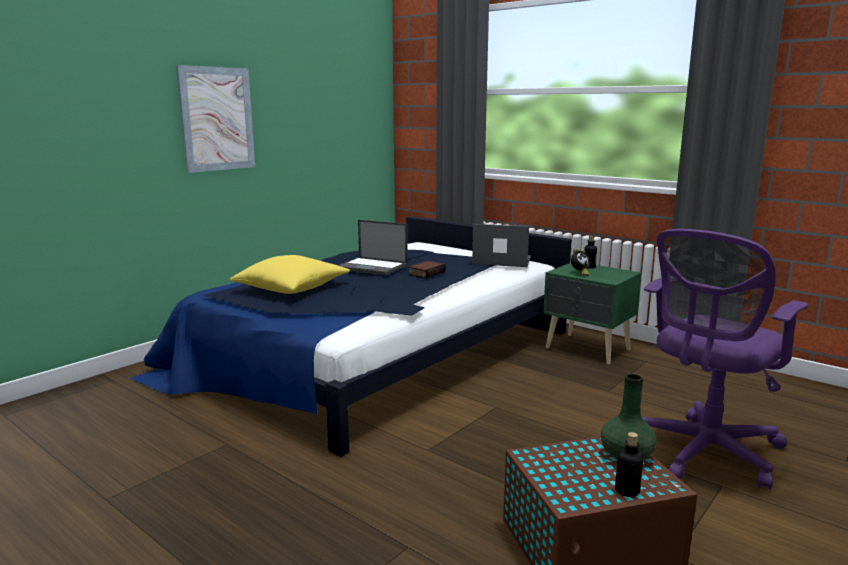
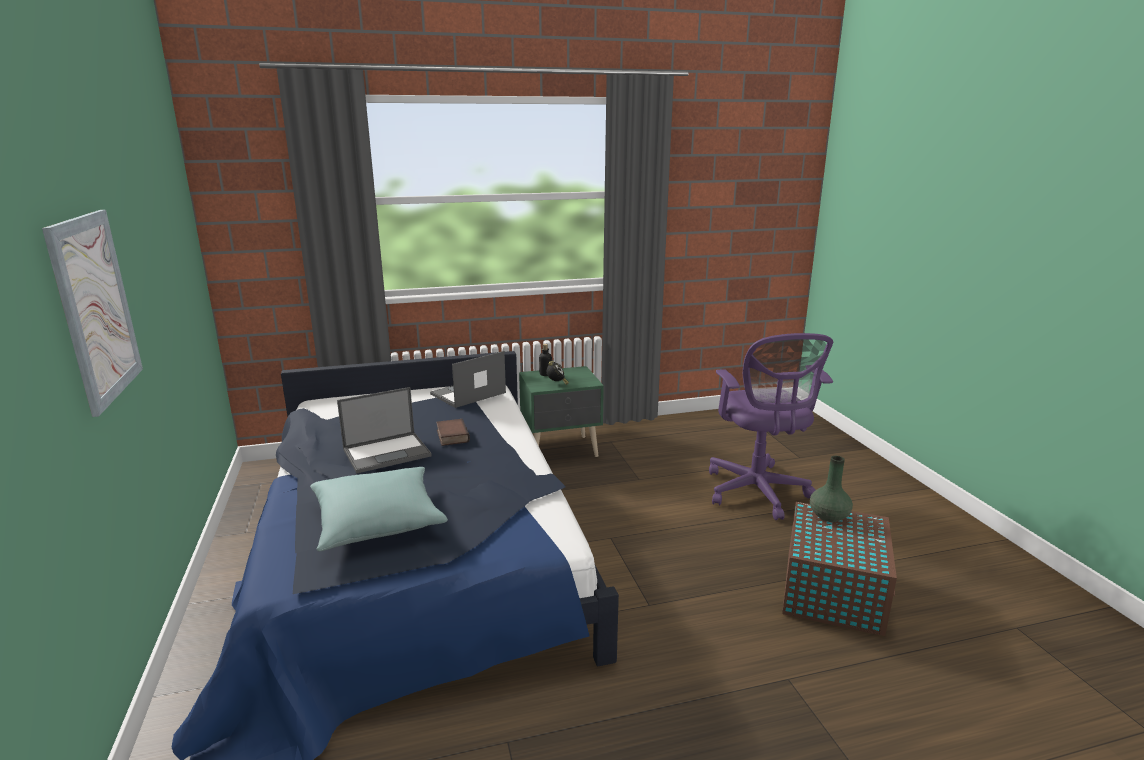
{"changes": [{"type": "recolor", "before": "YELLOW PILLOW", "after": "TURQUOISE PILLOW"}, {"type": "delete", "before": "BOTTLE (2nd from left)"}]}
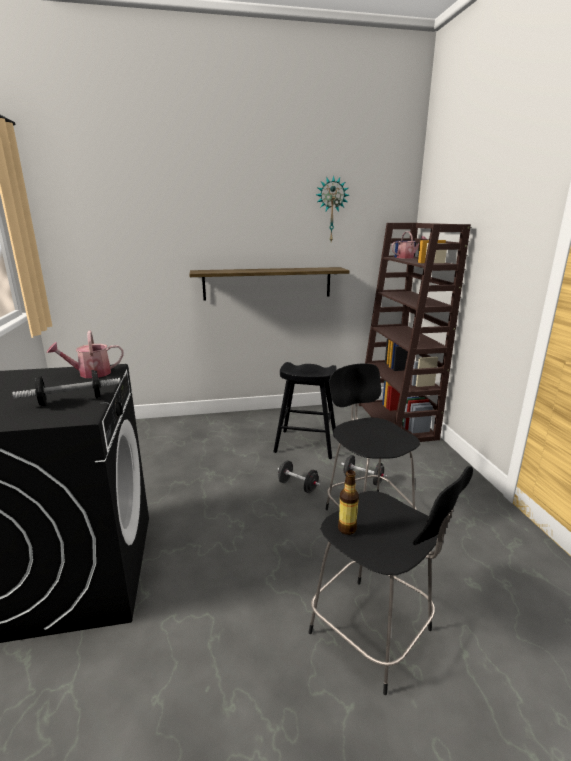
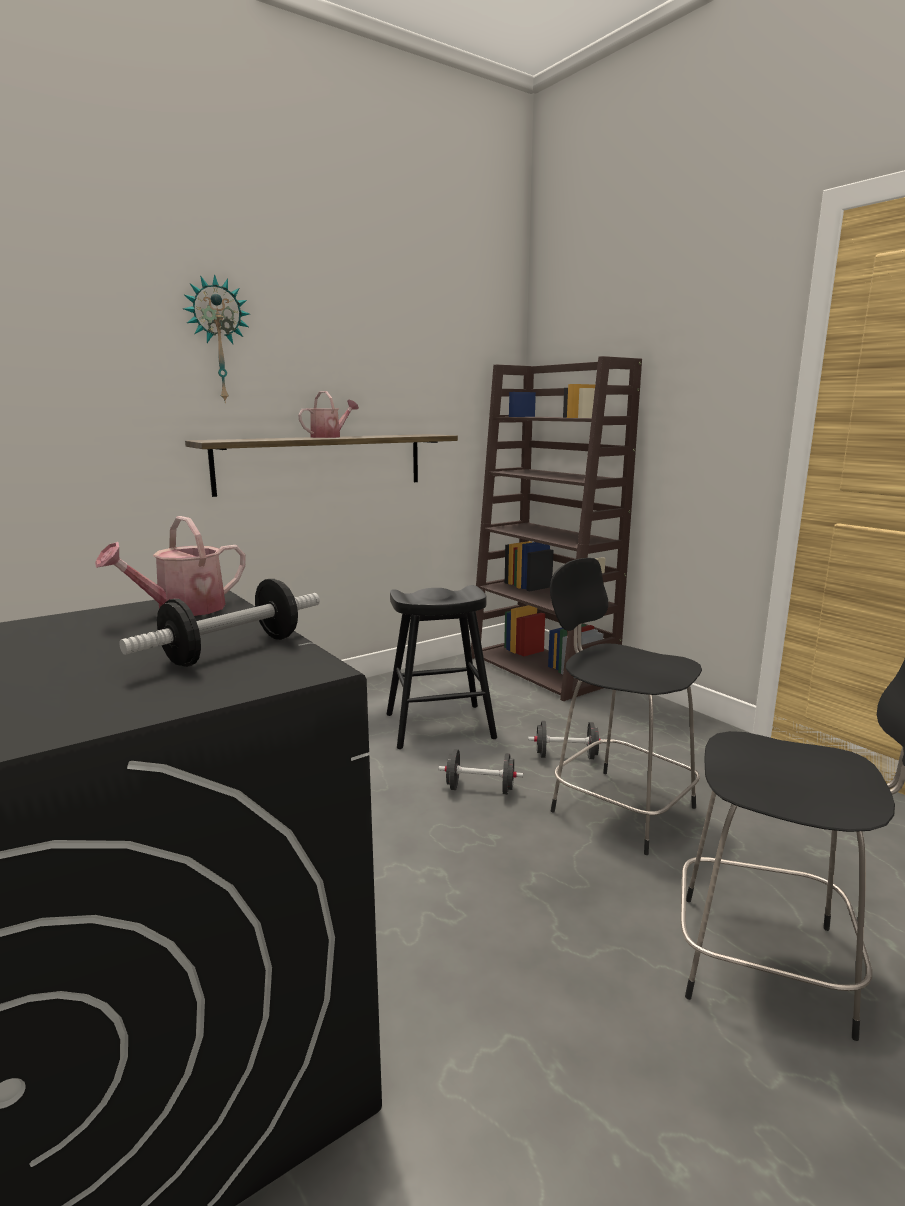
{"changes": [{"type": "move", "before": "WALL CLOCK"}, {"type": "move", "before": "WATERING CAN (2nd from left)"}, {"type": "delete", "before": "BOTTLE"}]}
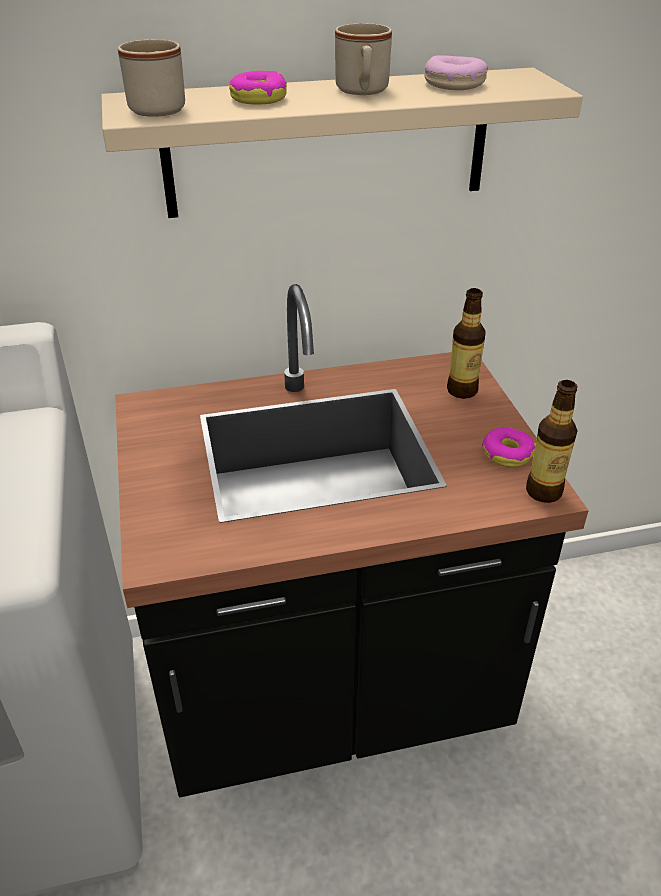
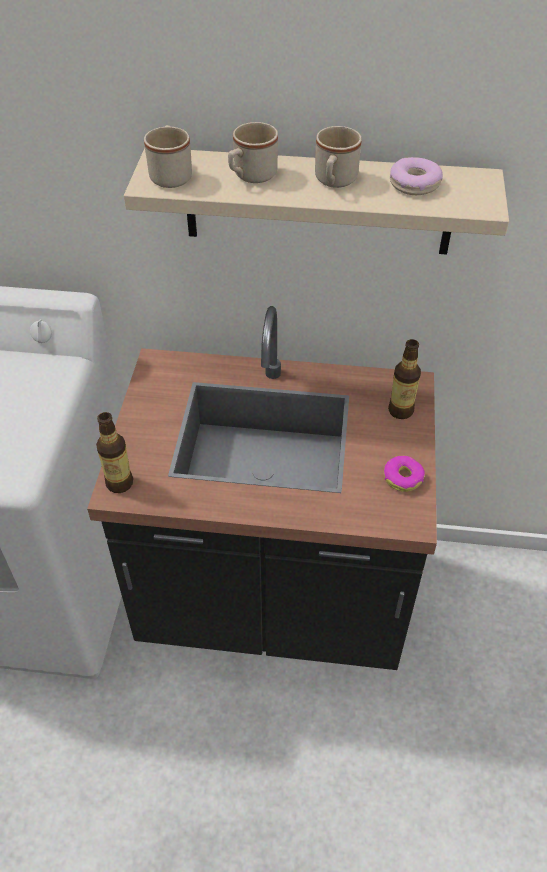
{"changes": [{"type": "move", "before": "BOTTLE (2nd from left in the first image)", "after": "BOTTLE (1st from left)"}, {"type": "replace", "before": "DONUT (1st from left)", "after": "BEIGE MUG (2nd from left)"}]}
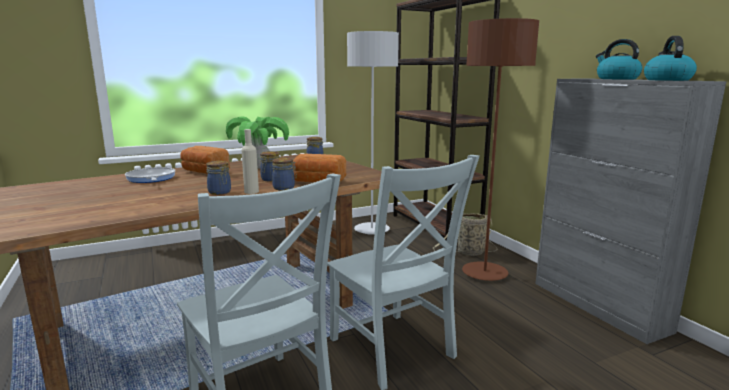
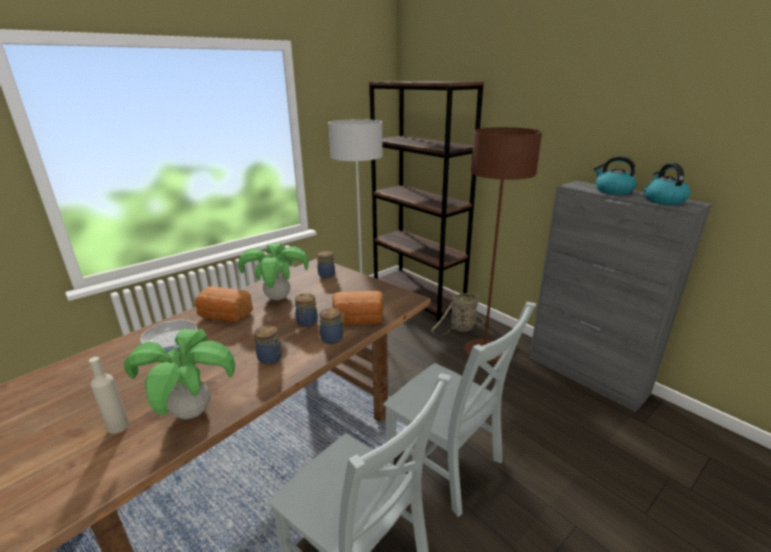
{"changes": [{"type": "move", "before": "BEIGE BOTTLE"}, {"type": "insert", "after": "POTTED PLANT (1st from left)"}]}
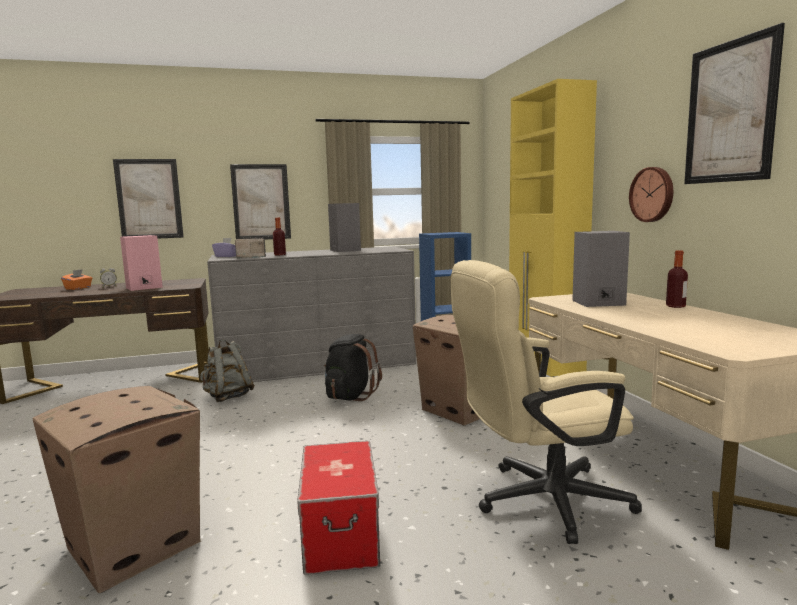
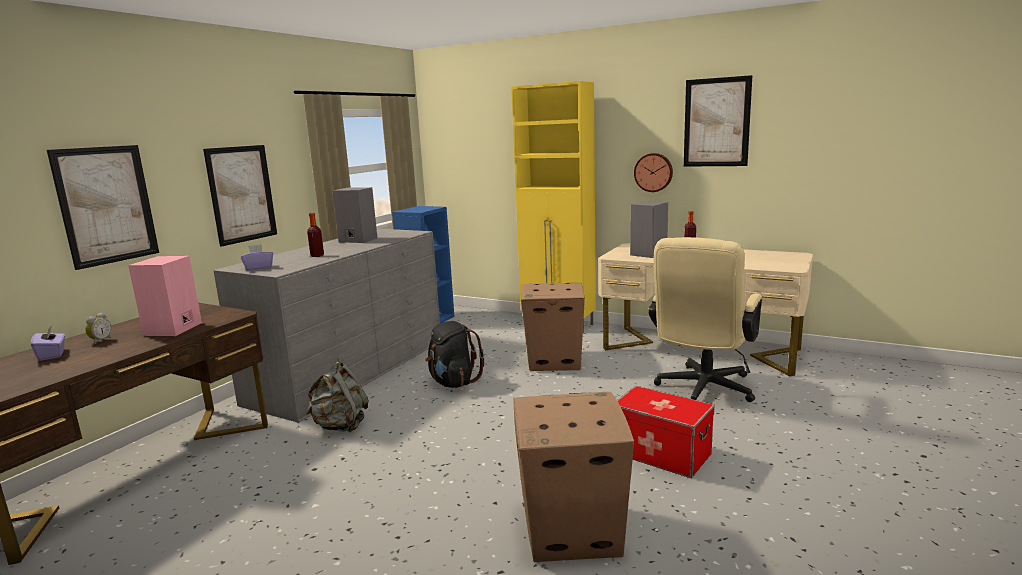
{"changes": [{"type": "recolor", "before": "ORANGE TISSUE BOX", "after": "PURPLE TISSUE BOX (1st from left)"}, {"type": "delete", "before": "RADIO"}]}
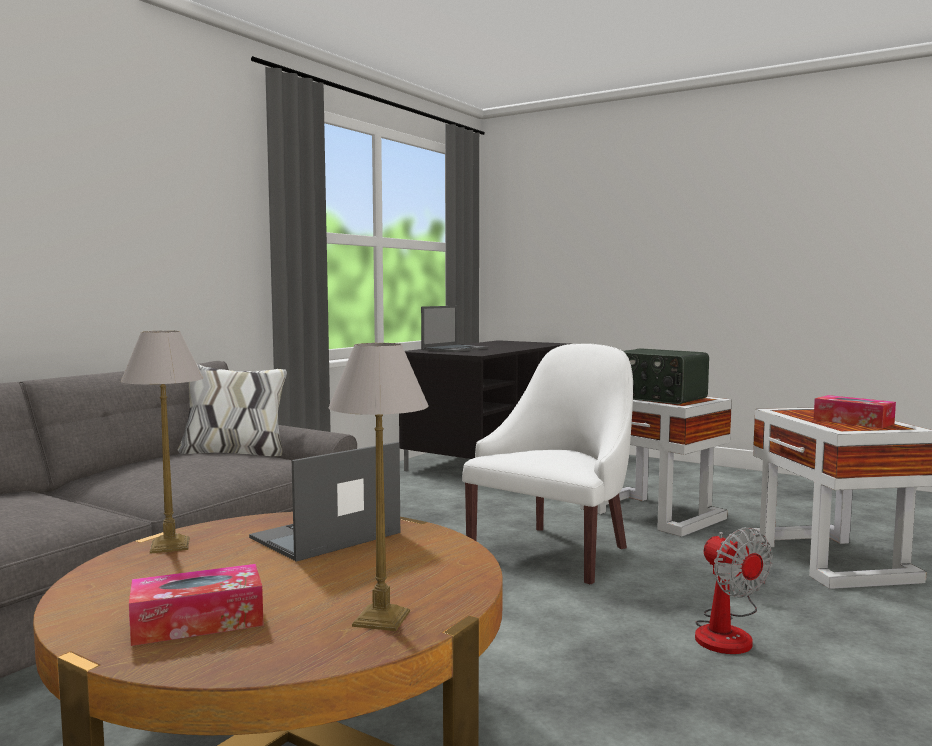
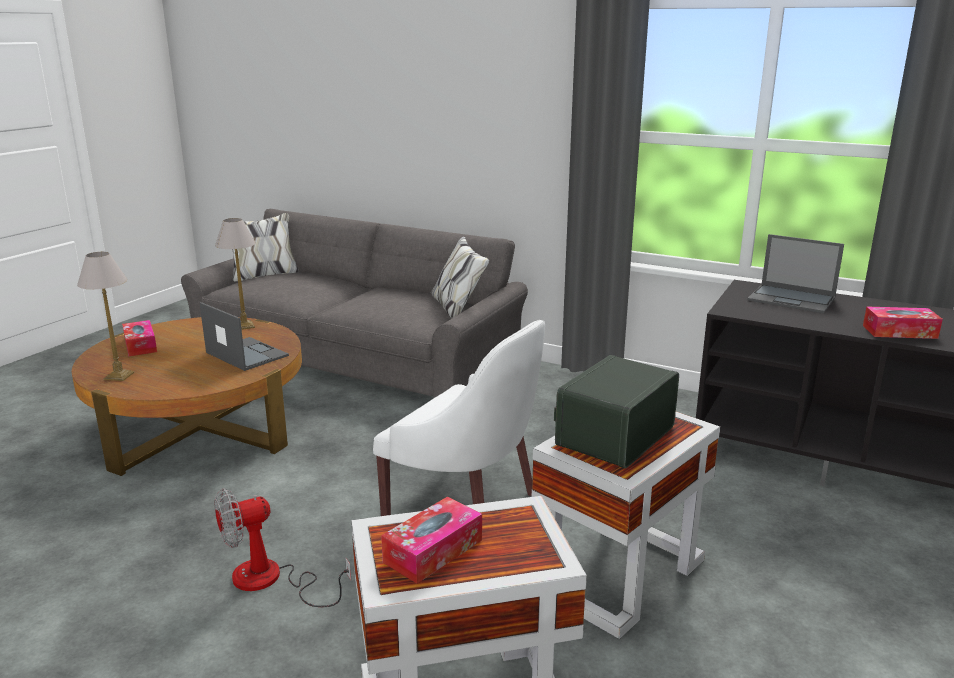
{"changes": [{"type": "insert", "after": "TISSUE BOX (3rd from left)"}]}
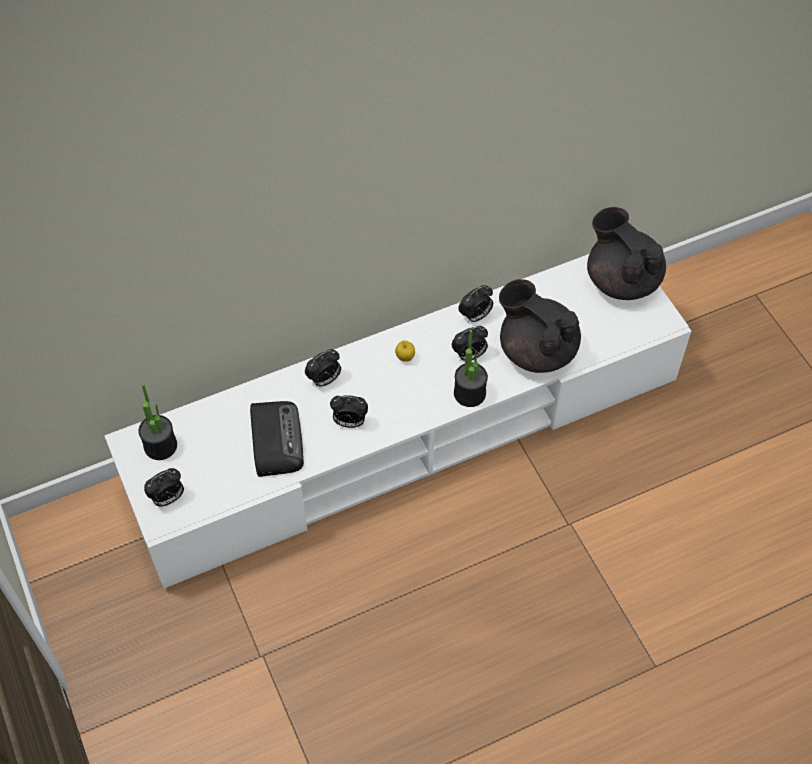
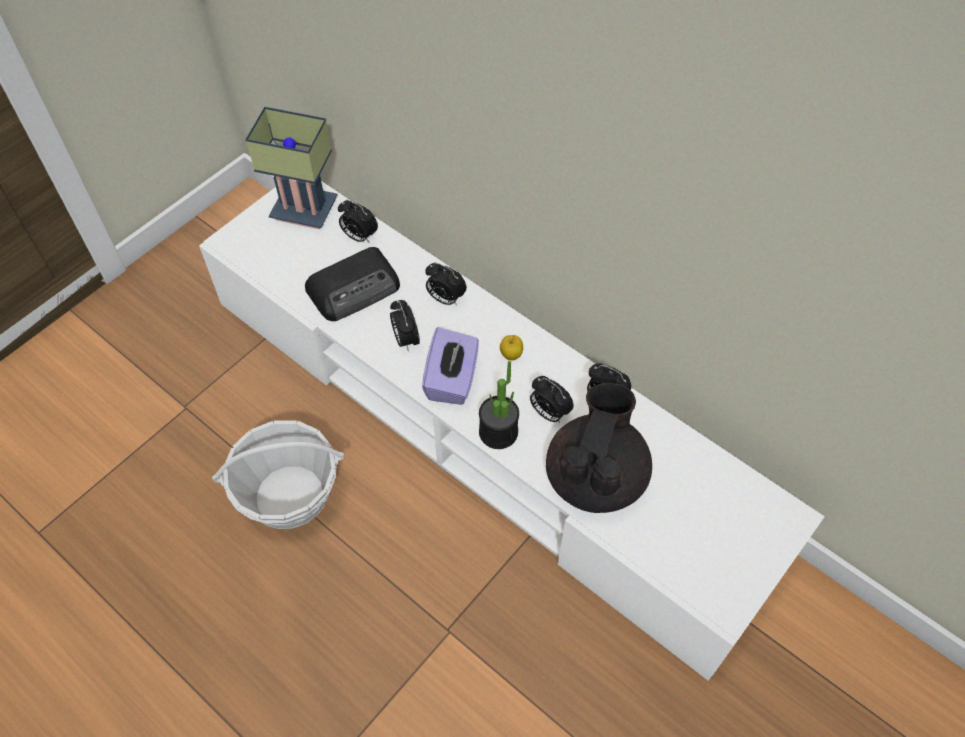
{"changes": [{"type": "insert", "after": "BASKET"}, {"type": "replace", "before": "POTTED PLANT (1st from left)", "after": "TABLE LAMP"}, {"type": "move", "before": "ALARM CLOCK (1st from left)"}, {"type": "insert", "after": "PURPLE TISSUE BOX"}, {"type": "delete", "before": "BLACK TEAPOT (2nd from left)"}]}
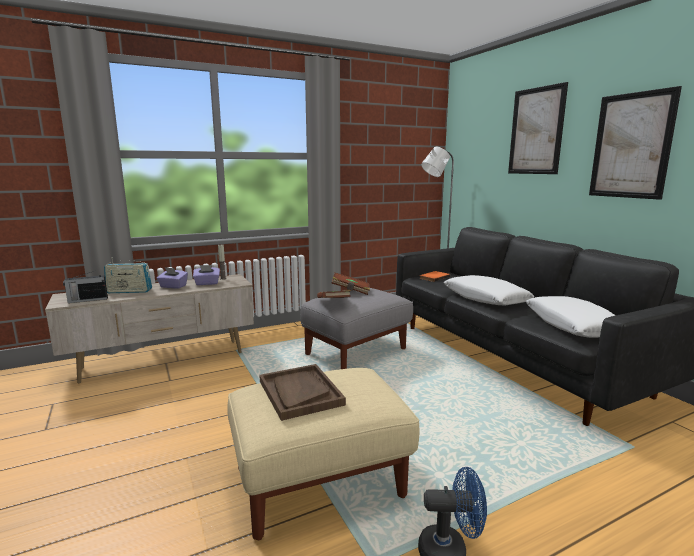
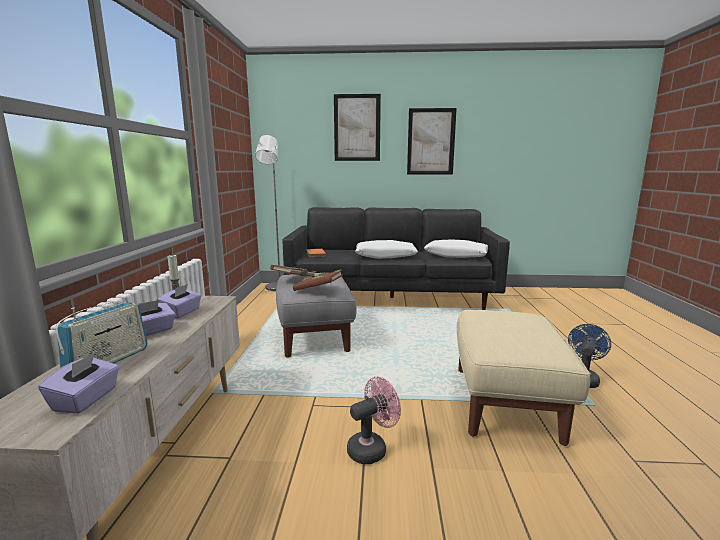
{"changes": [{"type": "replace", "before": "RADIO (1st from left)", "after": "PURPLE TISSUE BOX (1st from left)"}, {"type": "insert", "after": "PINK FAN"}, {"type": "delete", "before": "BROWN TRAY"}]}
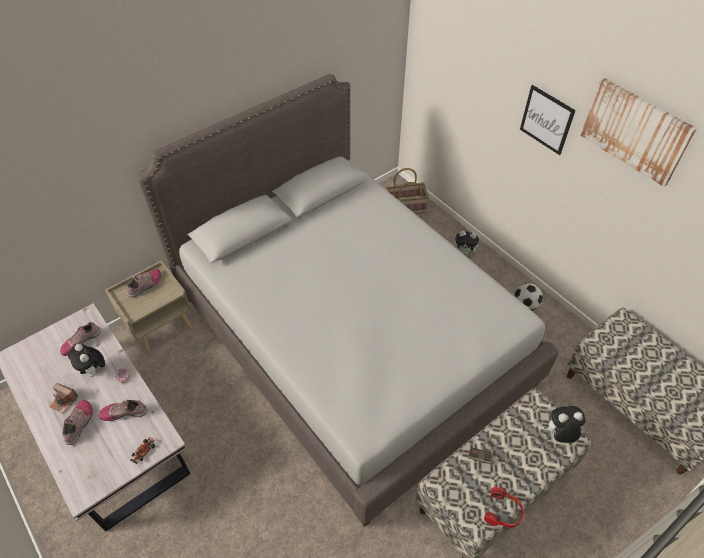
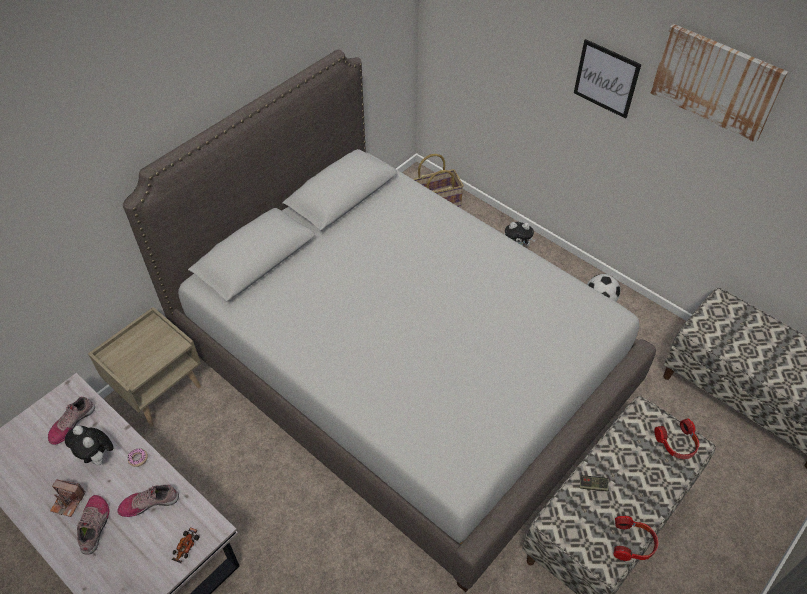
{"changes": [{"type": "replace", "before": "PLUSH TOY (3rd from left)", "after": "HEADPHONES (2nd from left)"}, {"type": "delete", "before": "SHOE (4th from left)"}]}
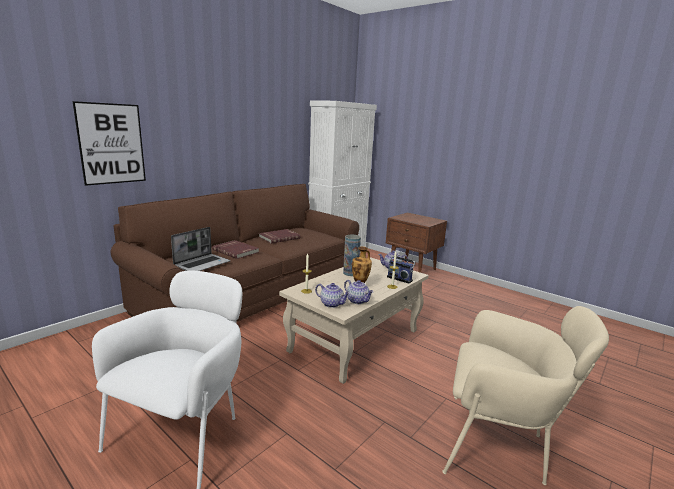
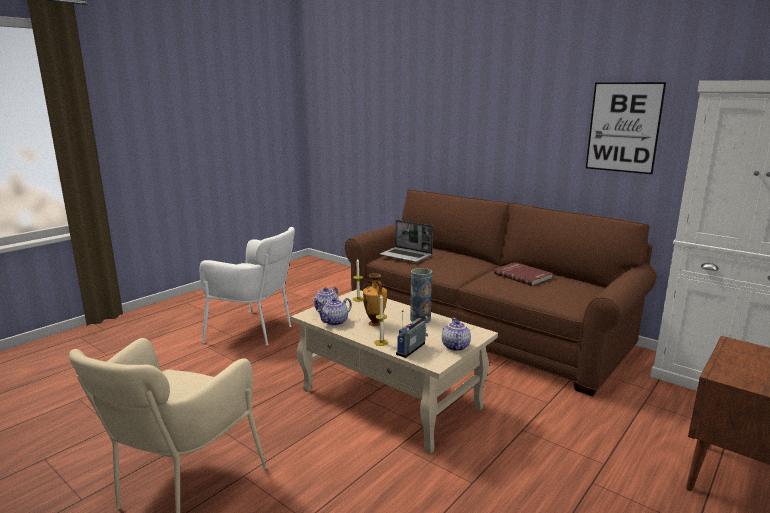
{"changes": [{"type": "move", "before": "PICTURE"}, {"type": "delete", "before": "RED BOOK (1st from left)"}]}
